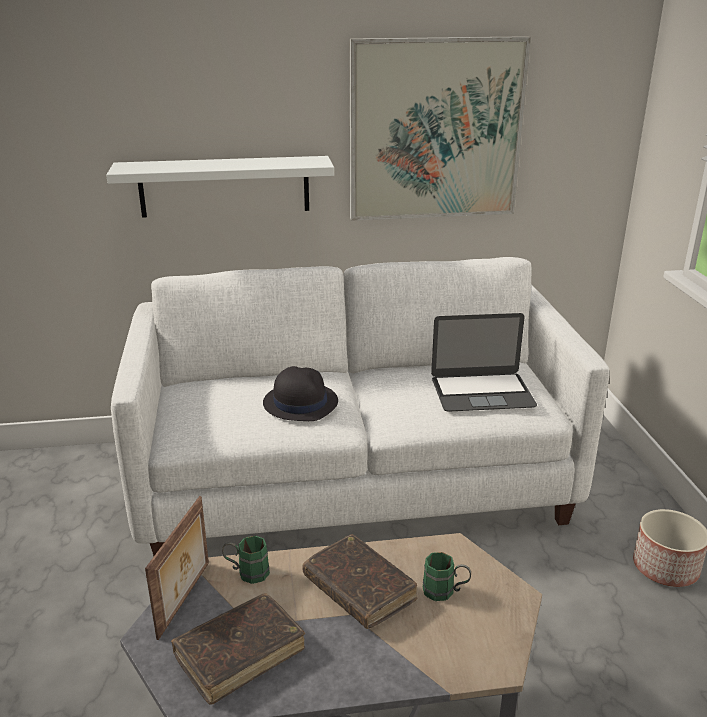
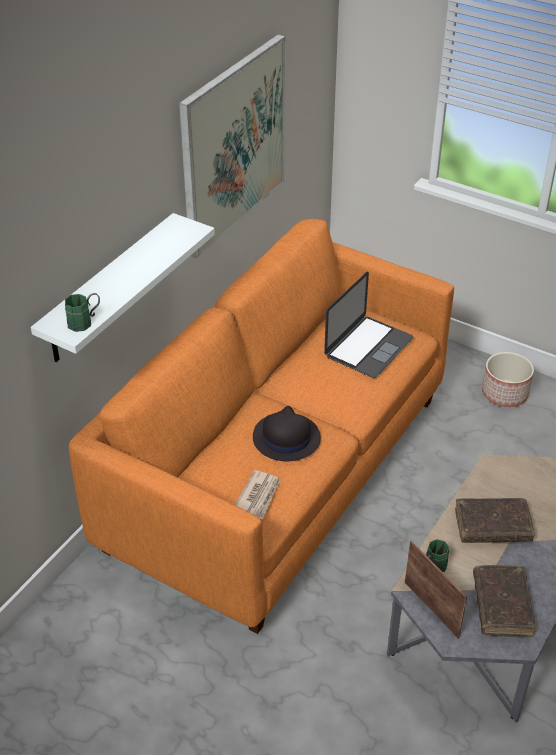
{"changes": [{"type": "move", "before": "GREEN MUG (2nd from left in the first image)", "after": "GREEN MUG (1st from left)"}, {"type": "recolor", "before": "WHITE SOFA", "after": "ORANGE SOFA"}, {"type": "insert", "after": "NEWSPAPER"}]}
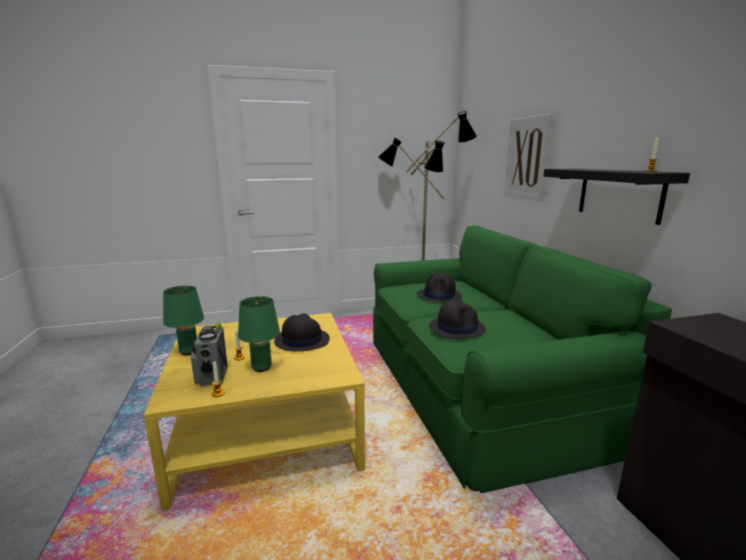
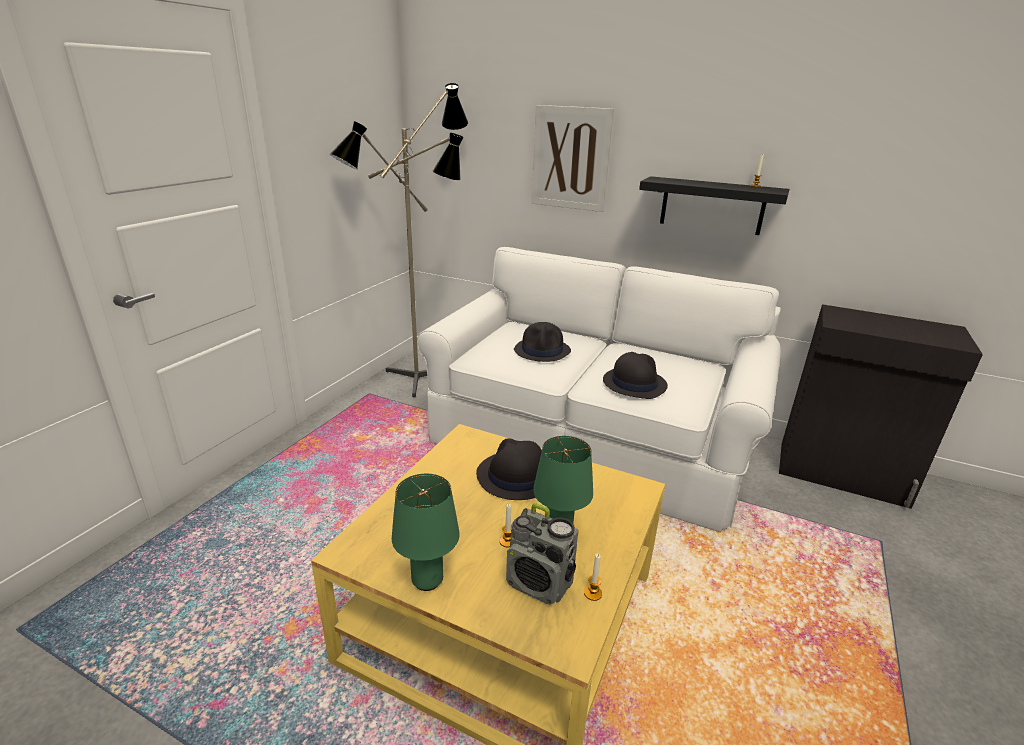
{"changes": [{"type": "recolor", "before": "GREEN SOFA", "after": "WHITE SOFA"}]}
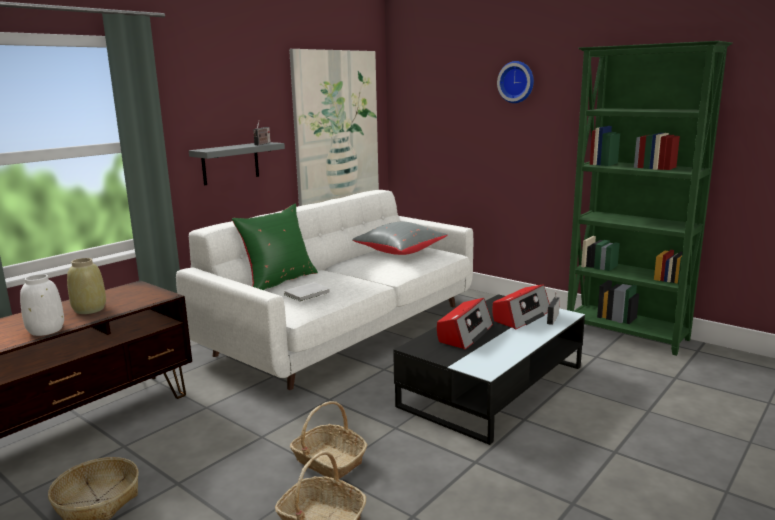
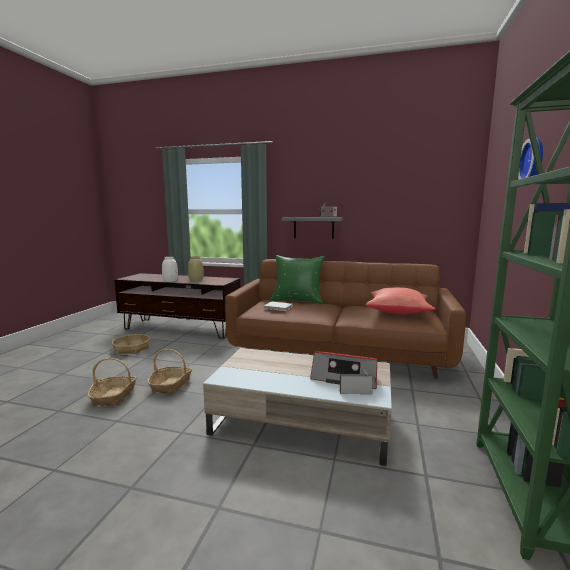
{"changes": [{"type": "recolor", "before": "BLACK COFFEE TABLE", "after": "BEIGE COFFEE TABLE"}, {"type": "recolor", "before": "WHITE SOFA", "after": "BROWN SOFA"}, {"type": "recolor", "before": "GREY PILLOW", "after": "RED PILLOW"}, {"type": "delete", "before": "PICTURE"}, {"type": "delete", "before": "RADIO (2nd from left)"}]}
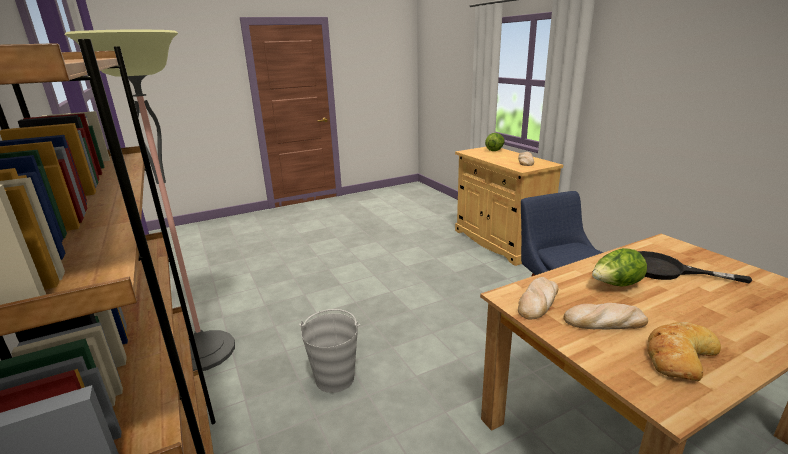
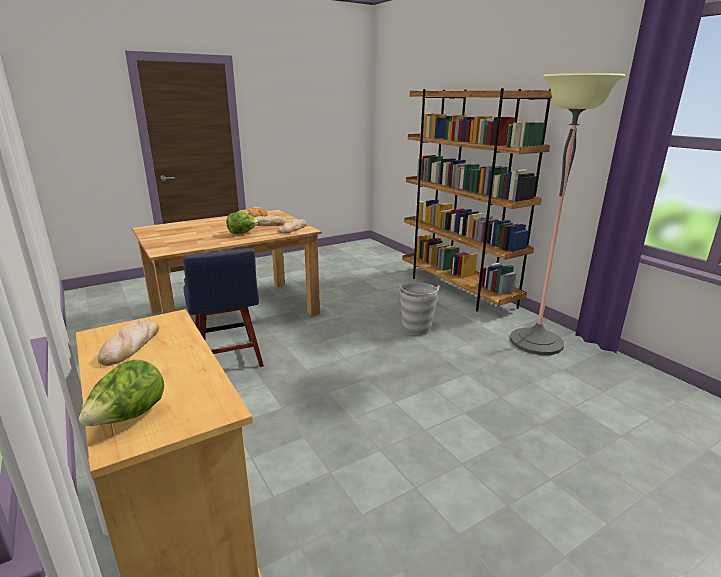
{"changes": [{"type": "delete", "before": "BLACK FRYING PAN"}]}
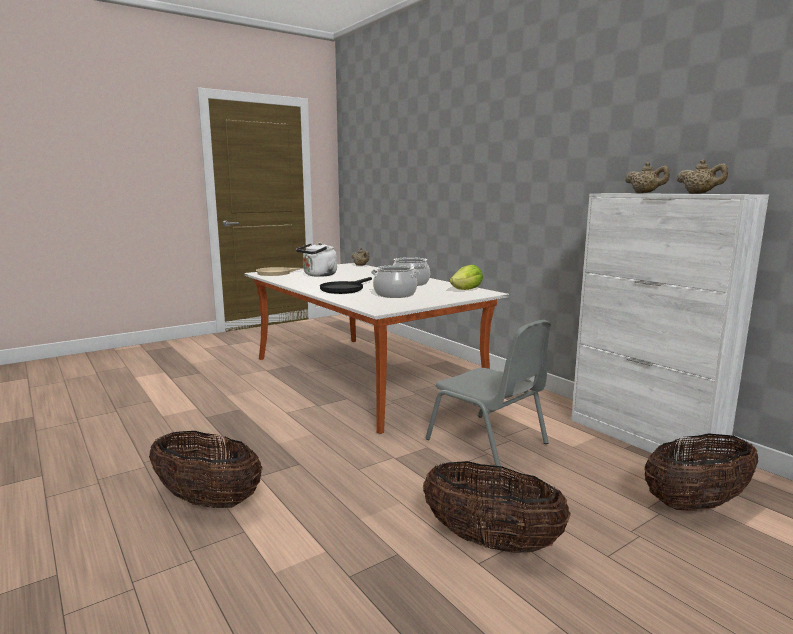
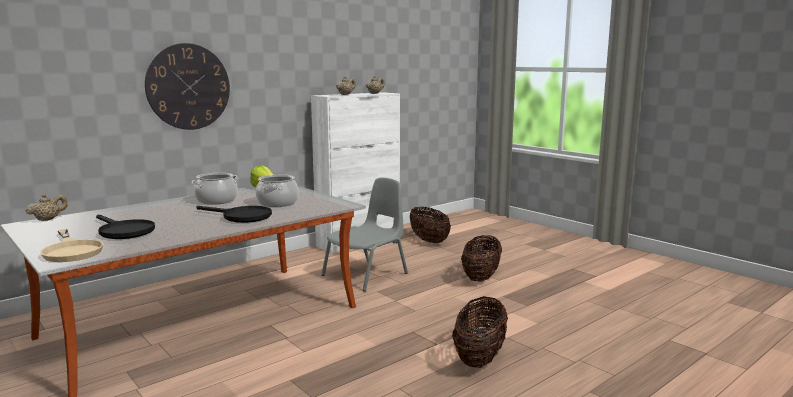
{"changes": [{"type": "replace", "before": "WHITE KETTLE", "after": "BLACK FRYING PAN (1st from left)"}, {"type": "insert", "after": "WALL CLOCK"}]}
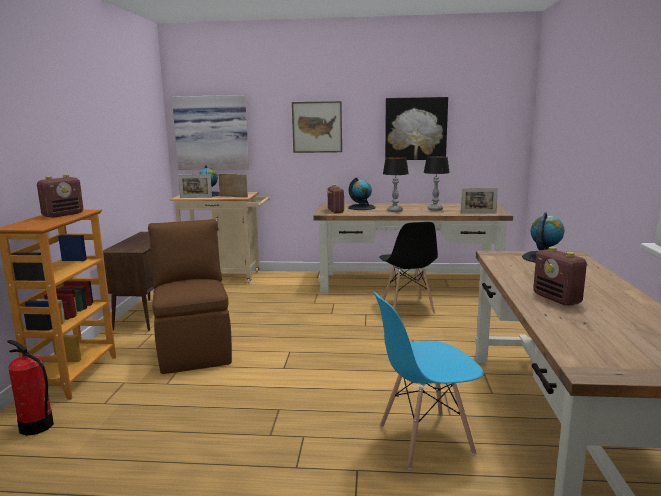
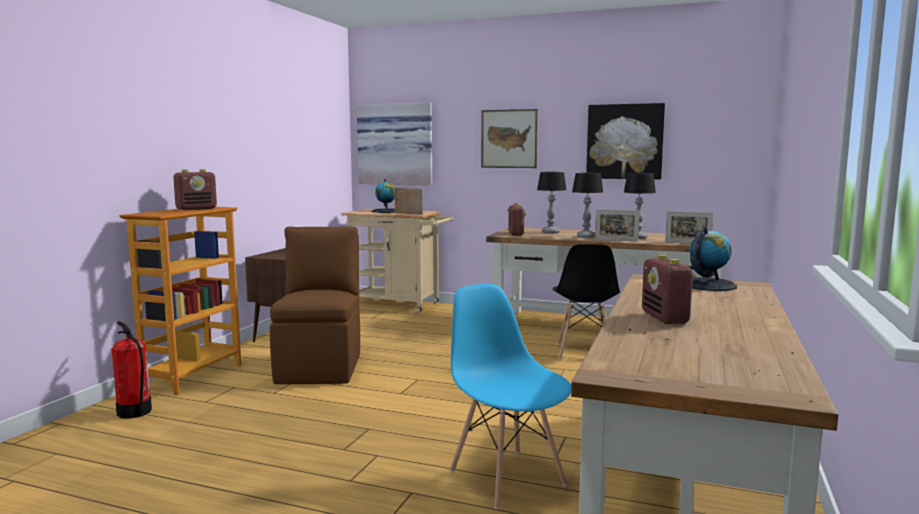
{"changes": [{"type": "rotate", "before": "BLUE CHAIR", "turn": 60}, {"type": "replace", "before": "GLOBE (2nd from left)", "after": "TABLE LAMP (1st from left)"}, {"type": "move", "before": "PICTURE FRAME (1st from left in the first image)", "after": "PICTURE FRAME (2nd from left)"}]}
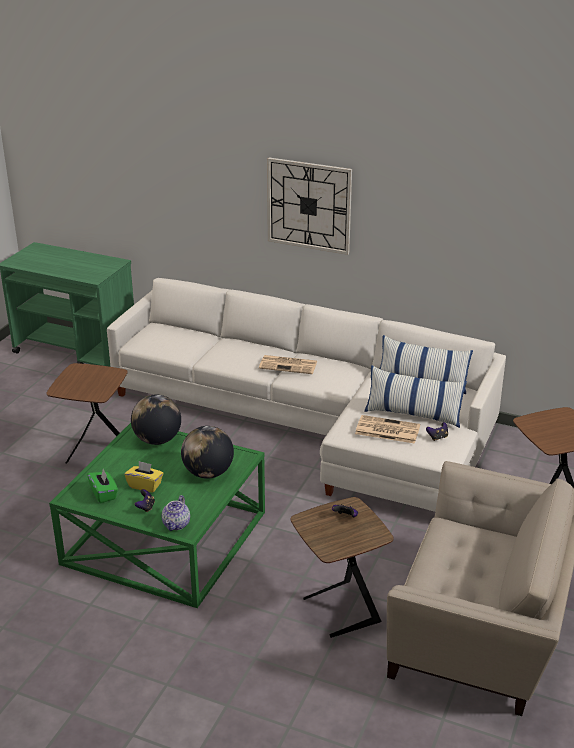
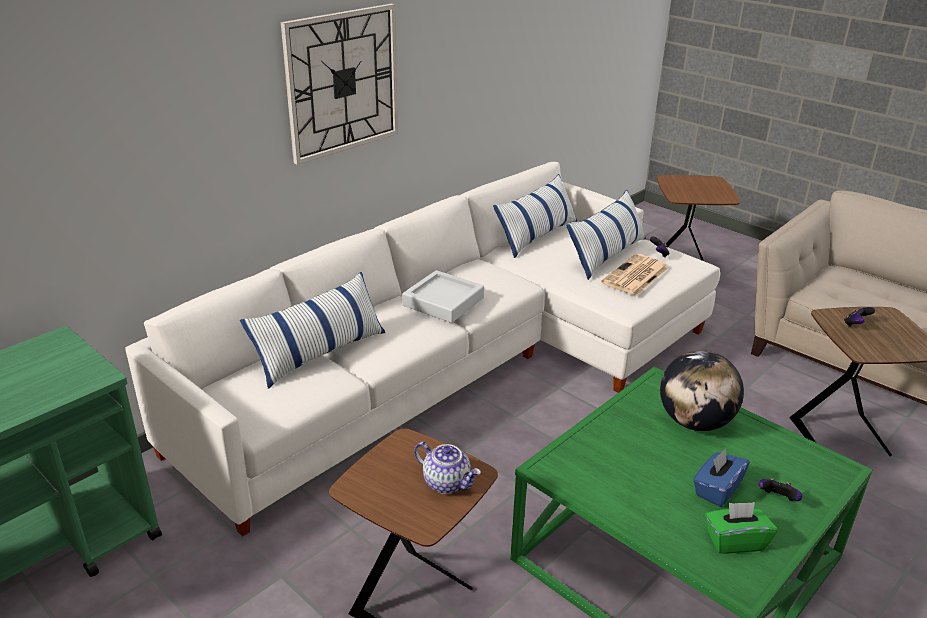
{"changes": [{"type": "insert", "after": "PILLOW (1st from left)"}, {"type": "replace", "before": "NEWSPAPER (1st from left)", "after": "GREY TRAY"}, {"type": "move", "before": "TEAPOT"}, {"type": "recolor", "before": "YELLOW TISSUE BOX", "after": "BLUE TISSUE BOX"}, {"type": "delete", "before": "GLOBE (1st from left)"}]}
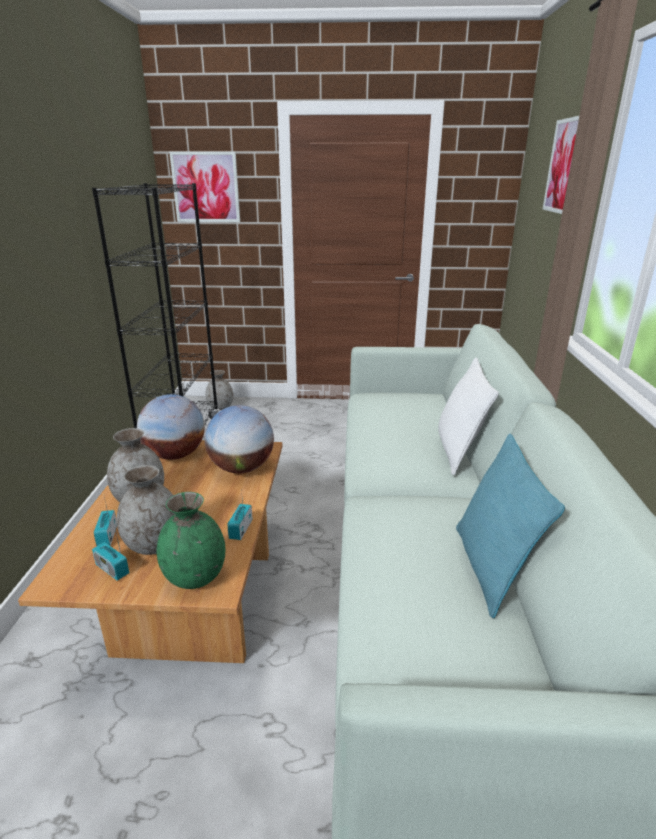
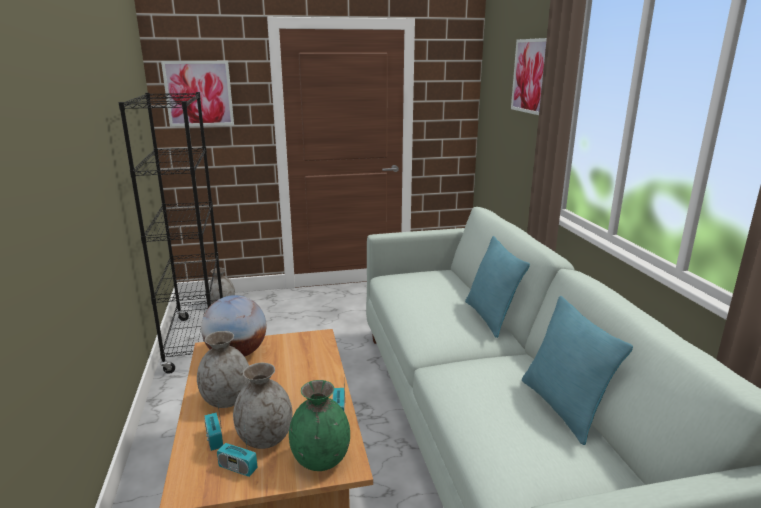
{"changes": [{"type": "recolor", "before": "WHITE PILLOW", "after": "TURQUOISE PILLOW (1st from left)"}, {"type": "delete", "before": "GLOBE (2nd from left)"}]}
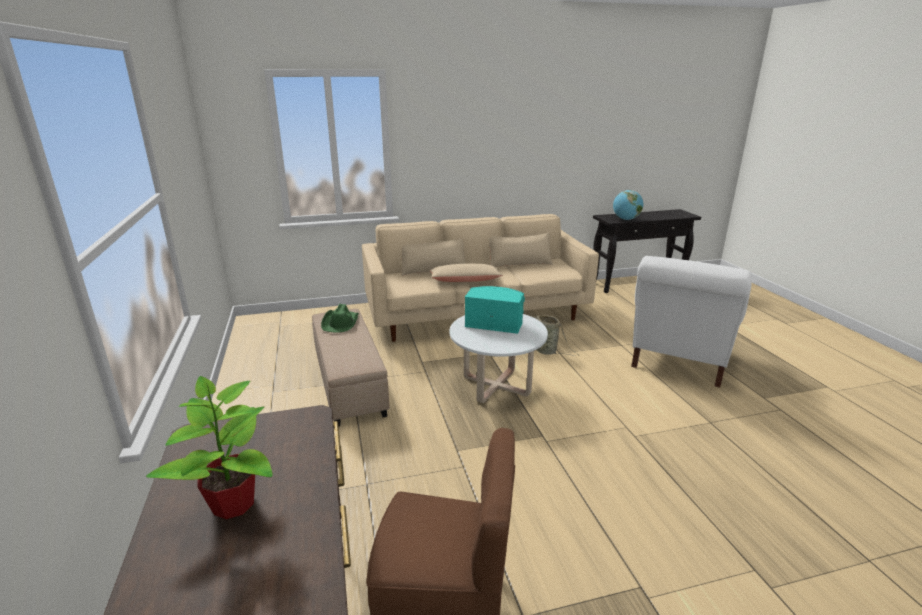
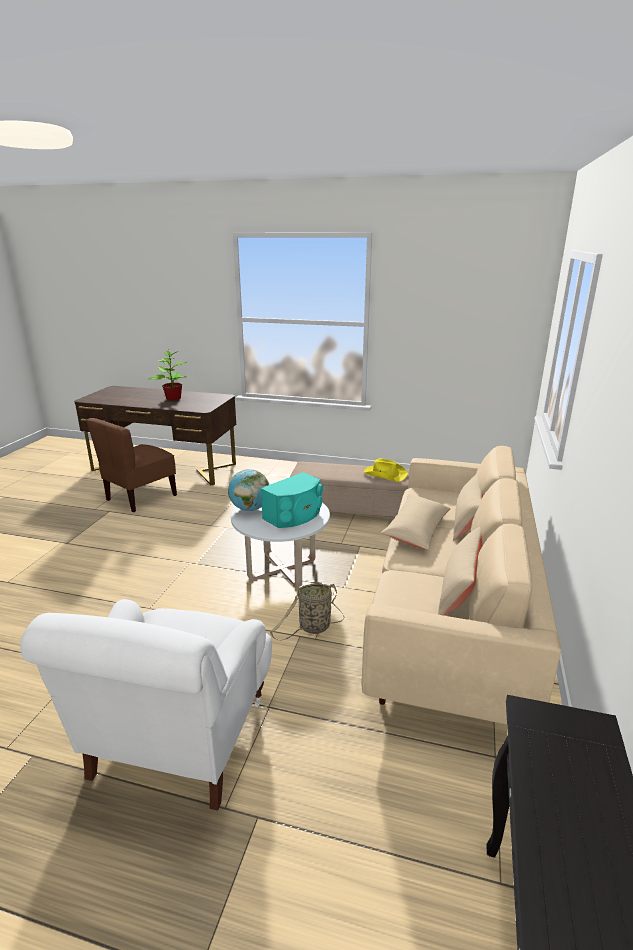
{"changes": [{"type": "rotate", "before": "WHITE ARMCHAIR", "turn": -135}, {"type": "move", "before": "GLOBE"}, {"type": "recolor", "before": "GREEN HAT", "after": "YELLOW HAT"}]}
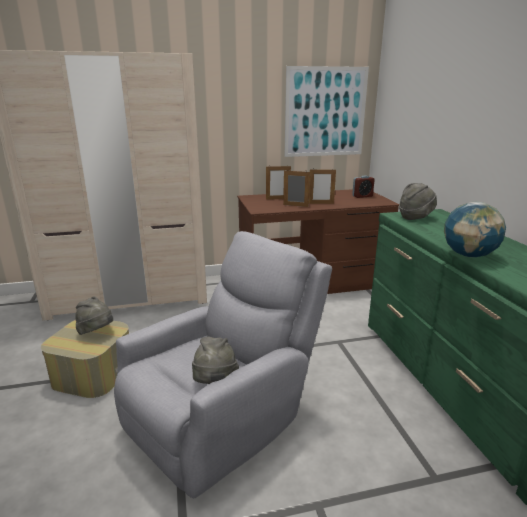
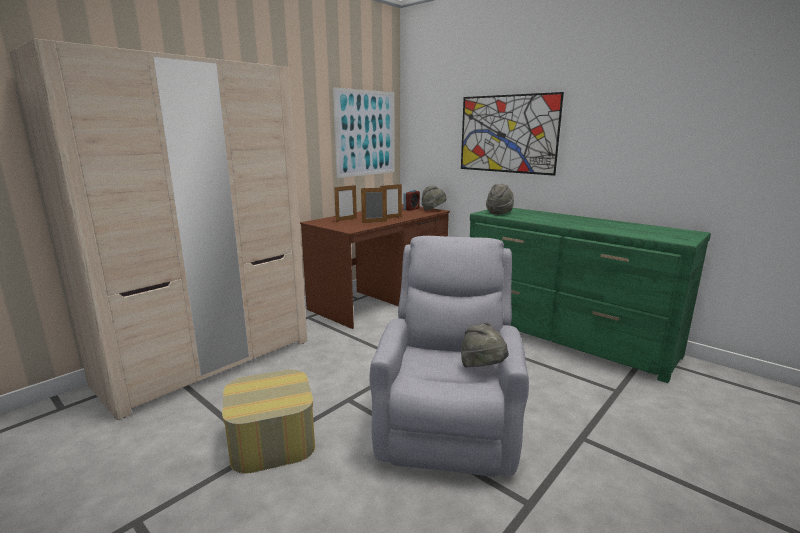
{"changes": [{"type": "move", "before": "GREY HAT (1st from left)"}, {"type": "insert", "after": "PICTURE (2nd from left)"}, {"type": "delete", "before": "GLOBE"}]}
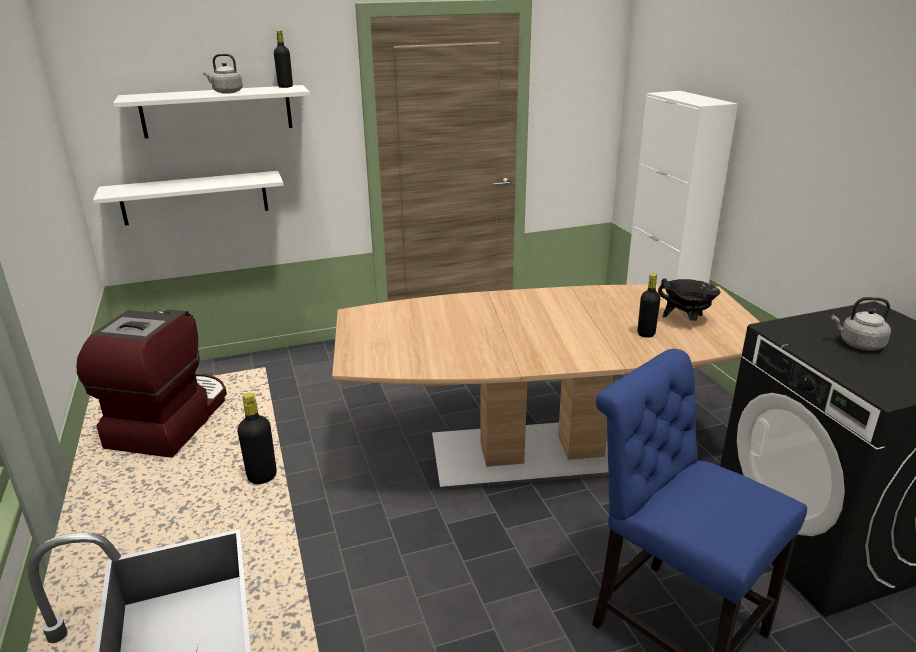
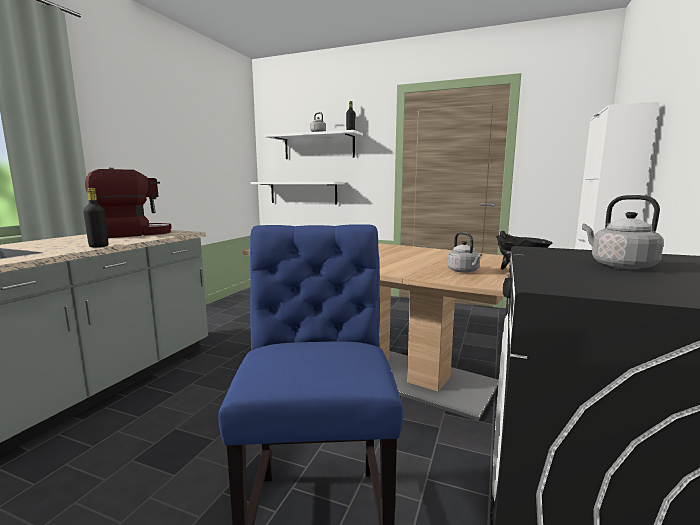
{"changes": [{"type": "replace", "before": "BLACK BOTTLE (3rd from left)", "after": "GREY KETTLE (2nd from left)"}]}
